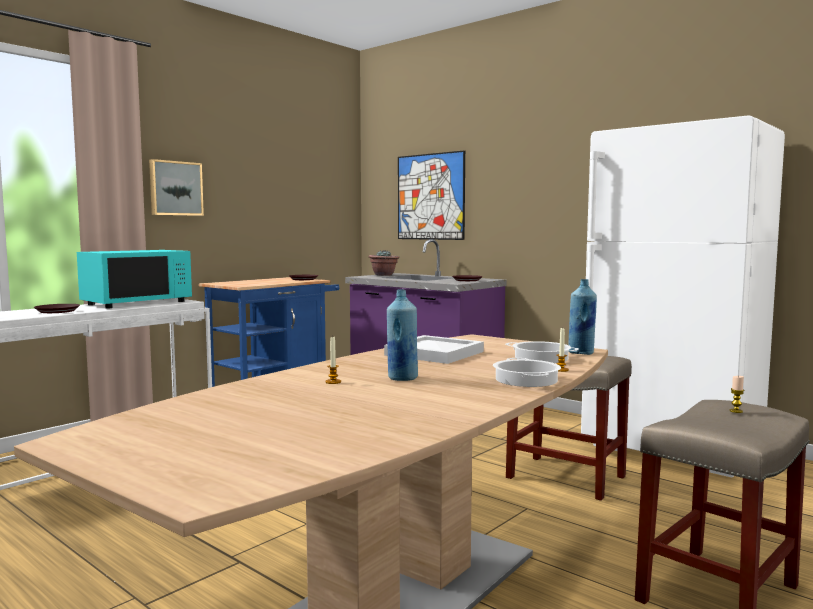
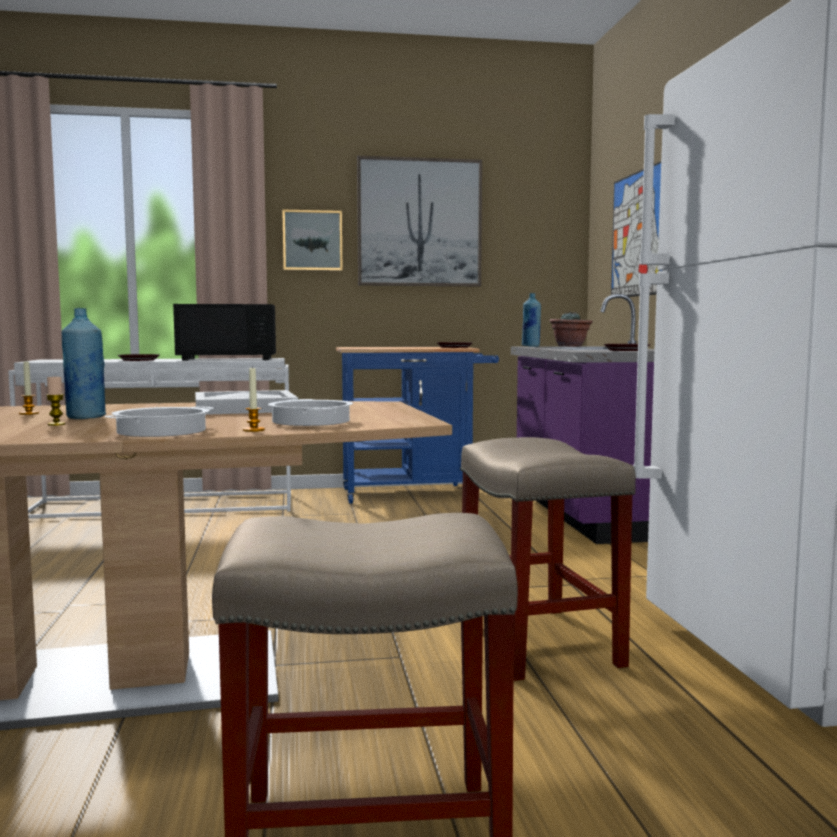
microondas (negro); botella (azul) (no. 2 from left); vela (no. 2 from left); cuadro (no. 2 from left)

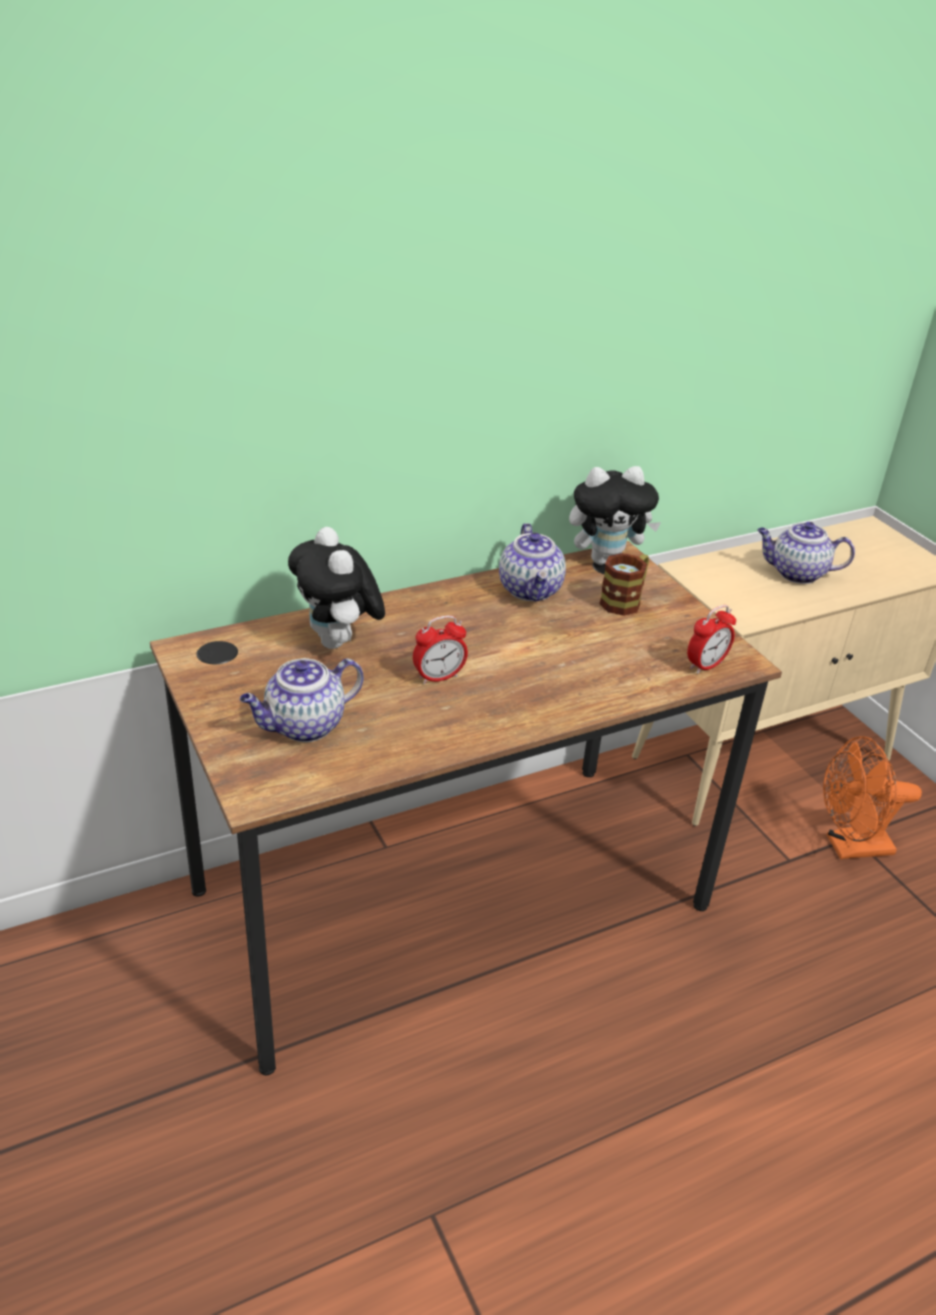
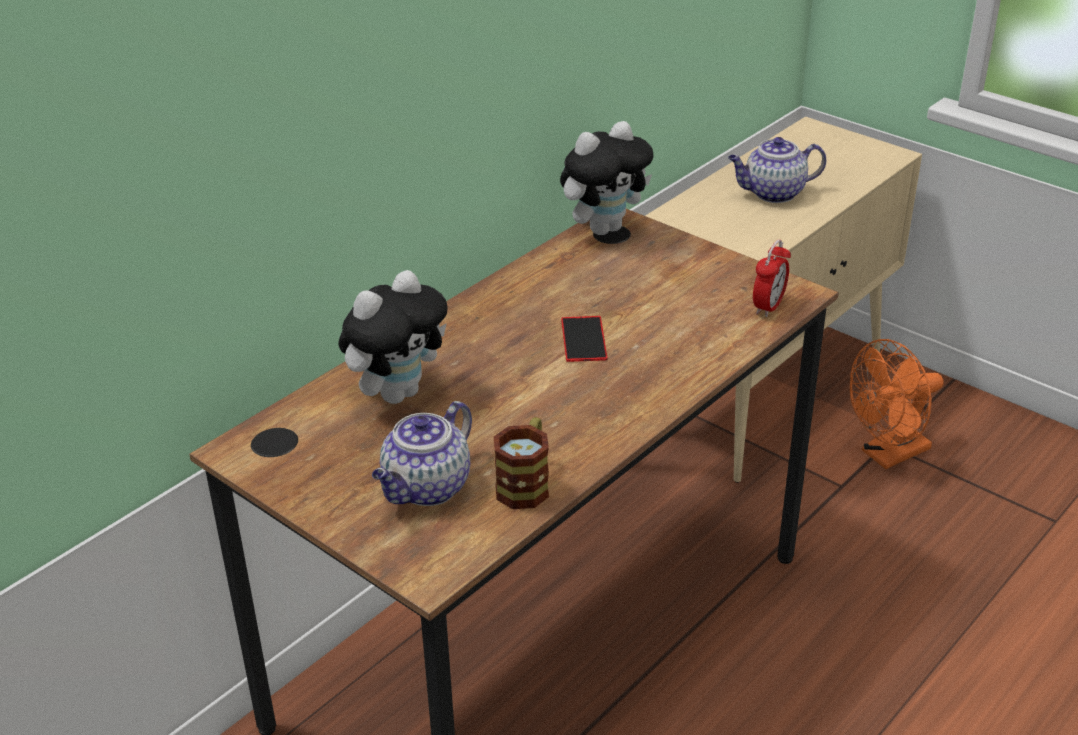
tetera (no. 2 from left in the first image); peluche (no. 1 from left); taza grande; despertador (no. 1 from left in the first image); móvil

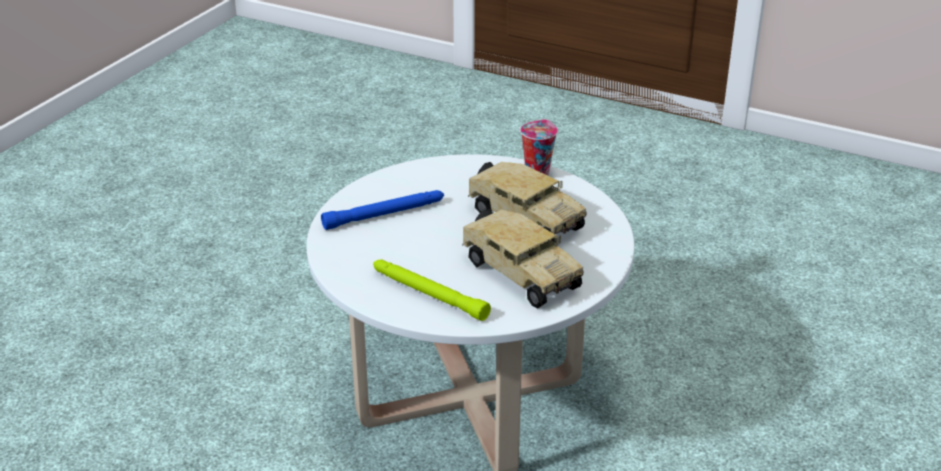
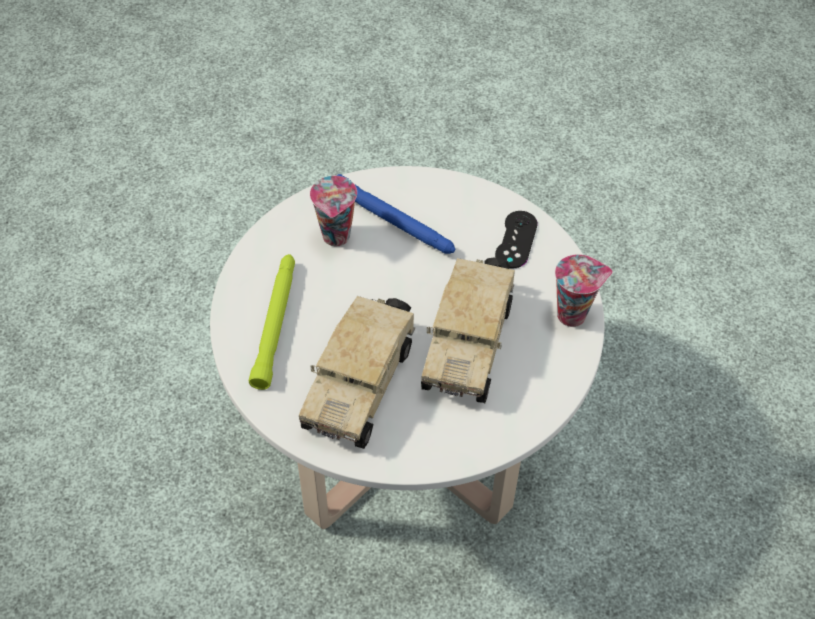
taza (no. 1 from left); mando de consola (negro)

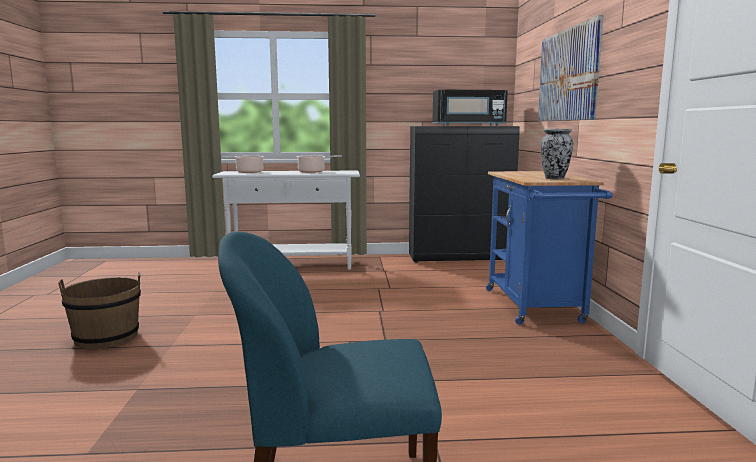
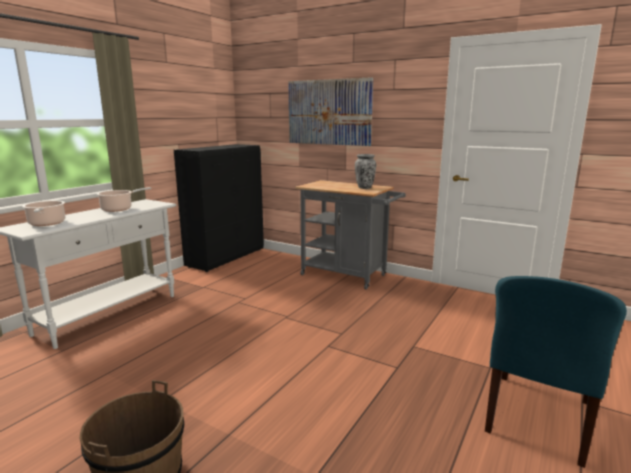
microondas (negro); carrito (gris)

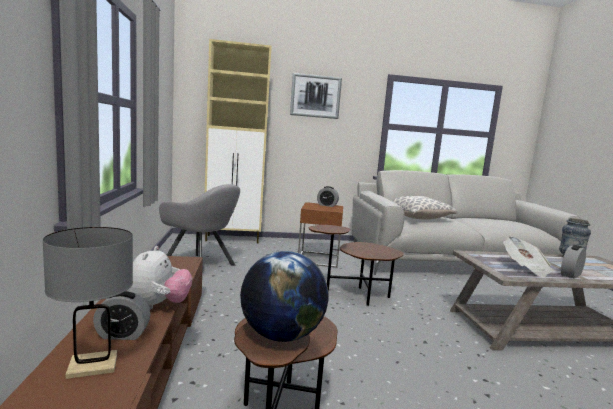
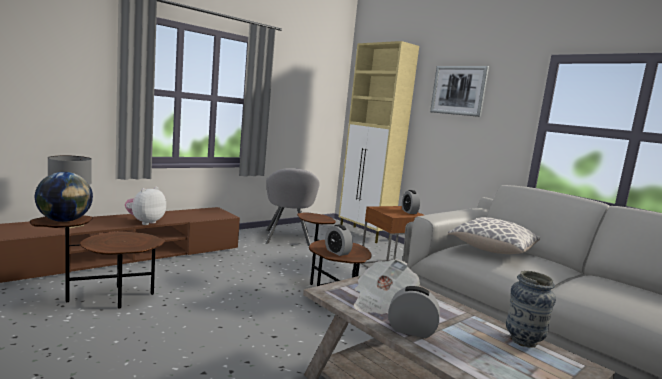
peluche; despertador (no. 1 from left)

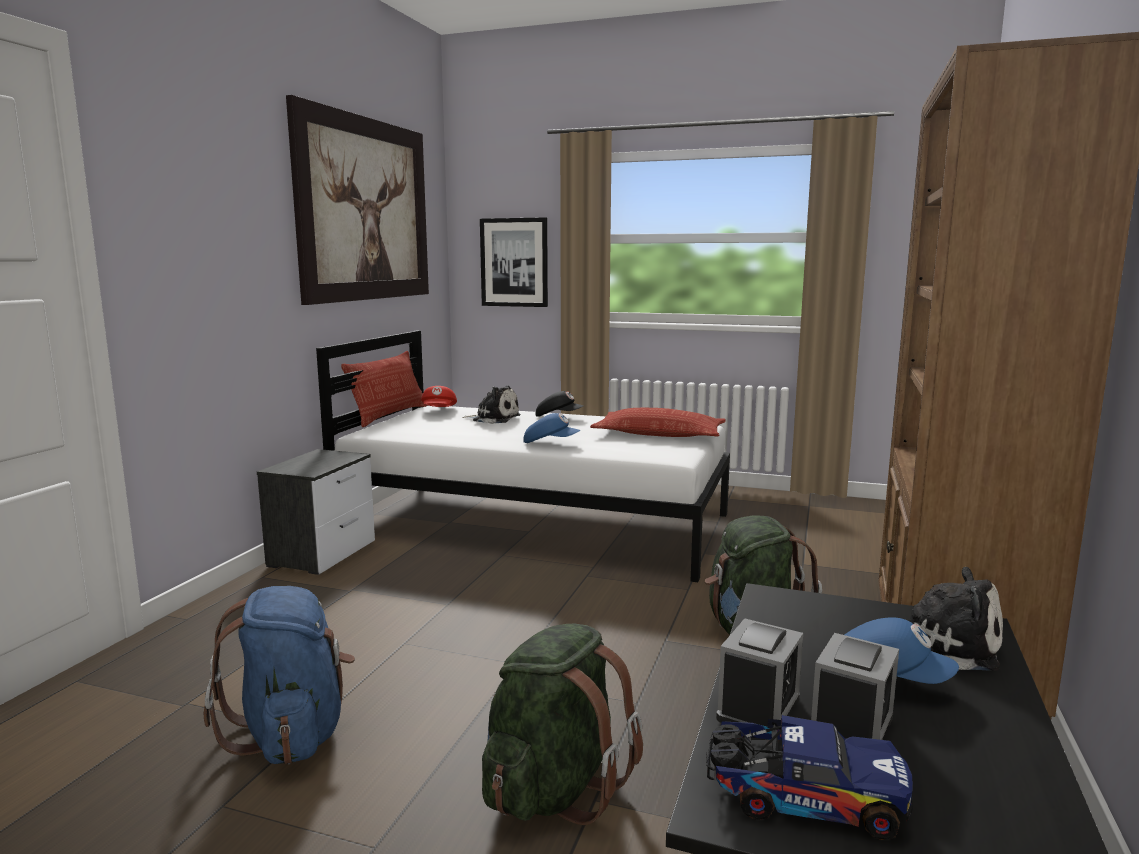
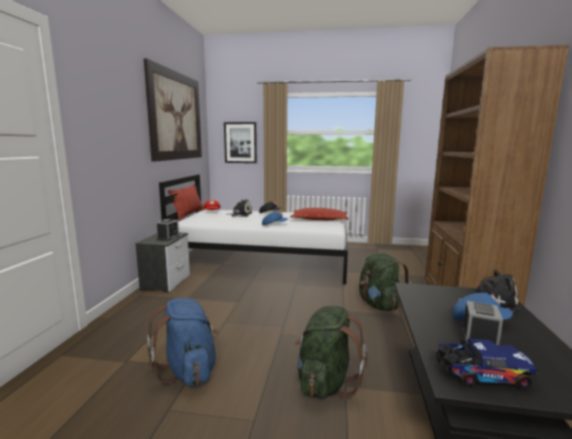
despertador (no. 1 from left)

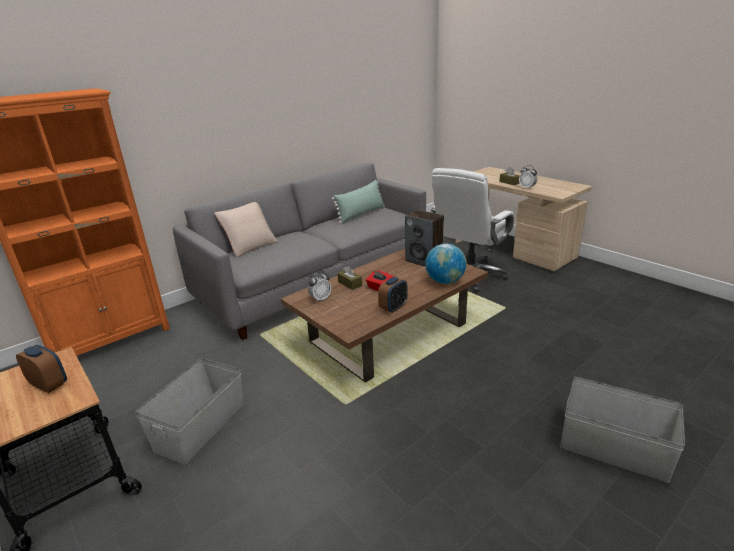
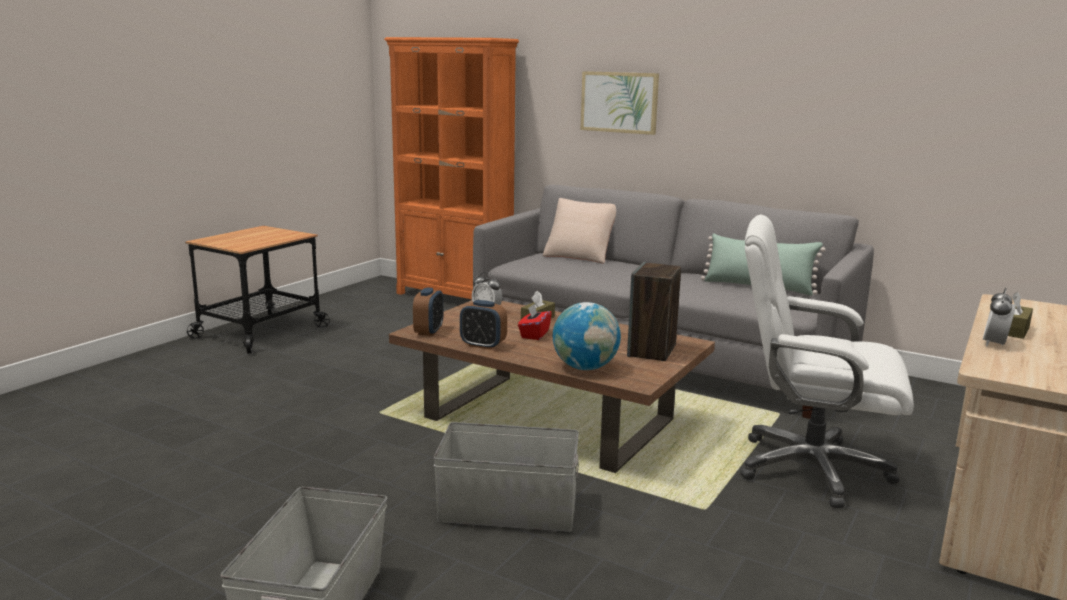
despertador (no. 1 from left); caja de almacenaje (gris) (no. 2 from left); cuadro

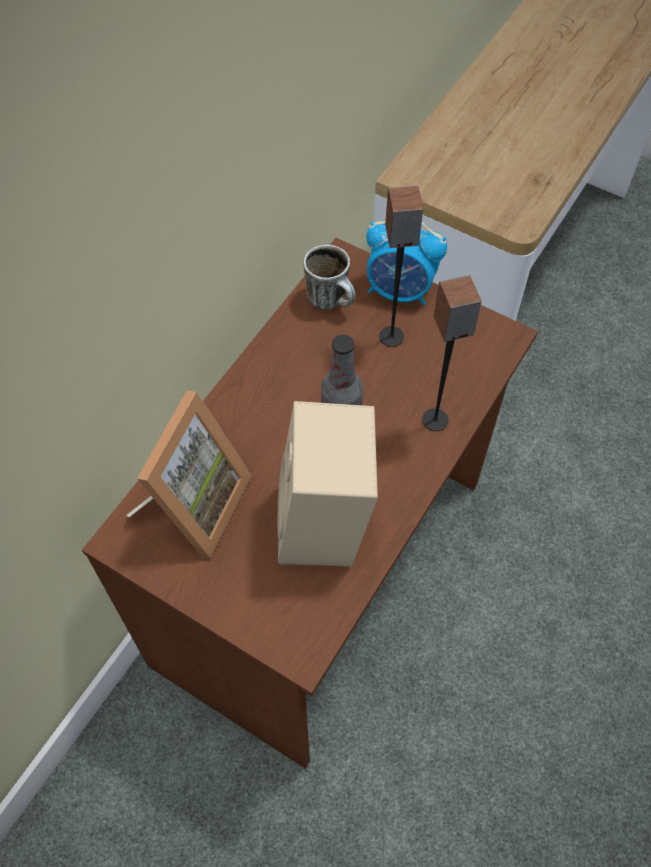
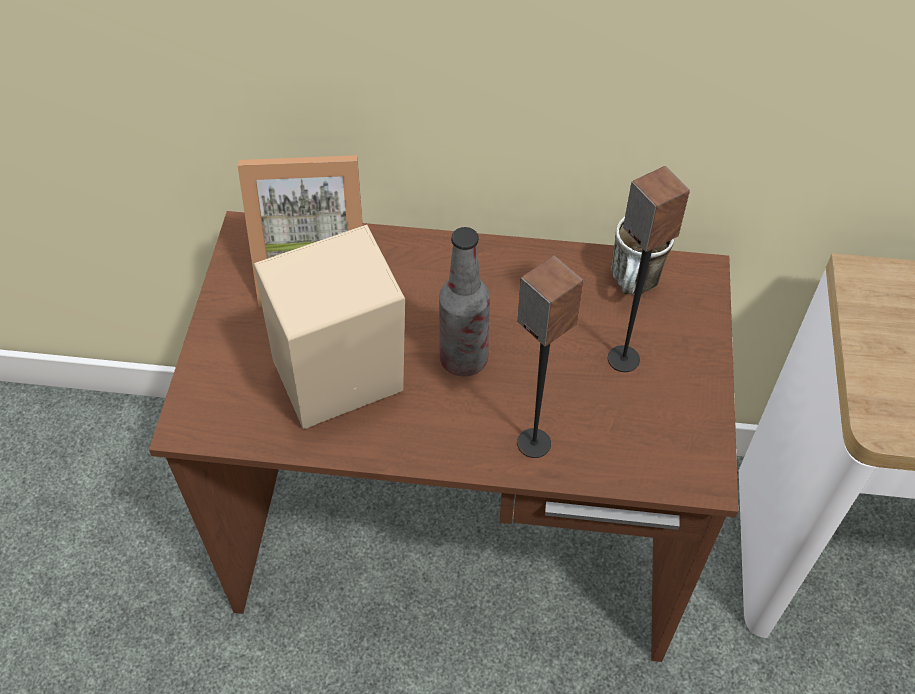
despertador

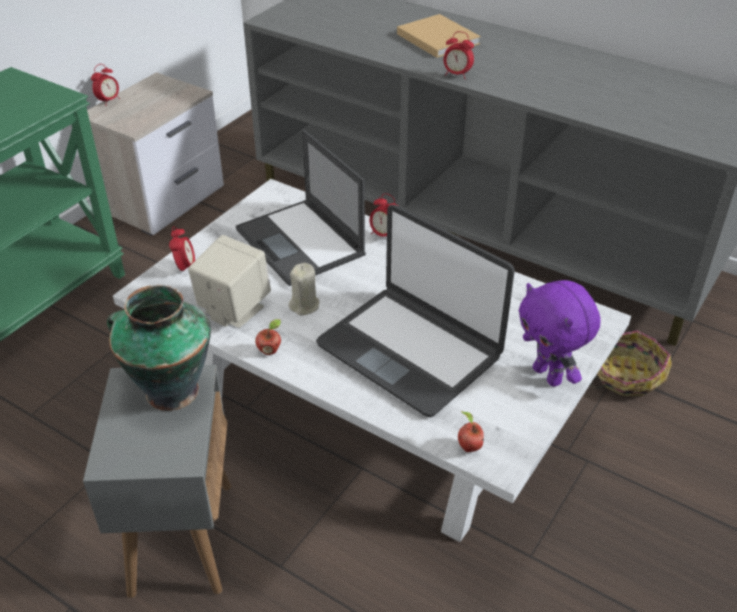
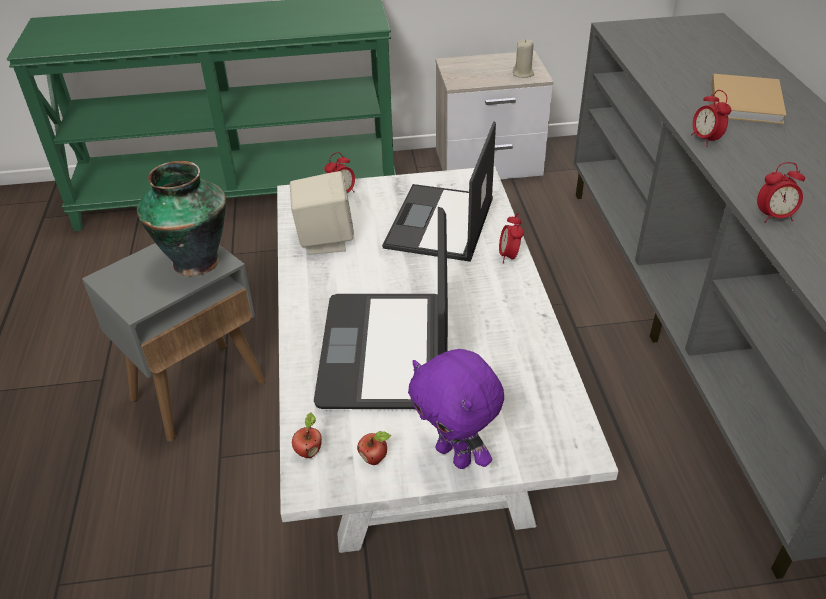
despertador (no. 4 from left); vela (beis); peluche (morado); manzana (no. 2 from left); cesta

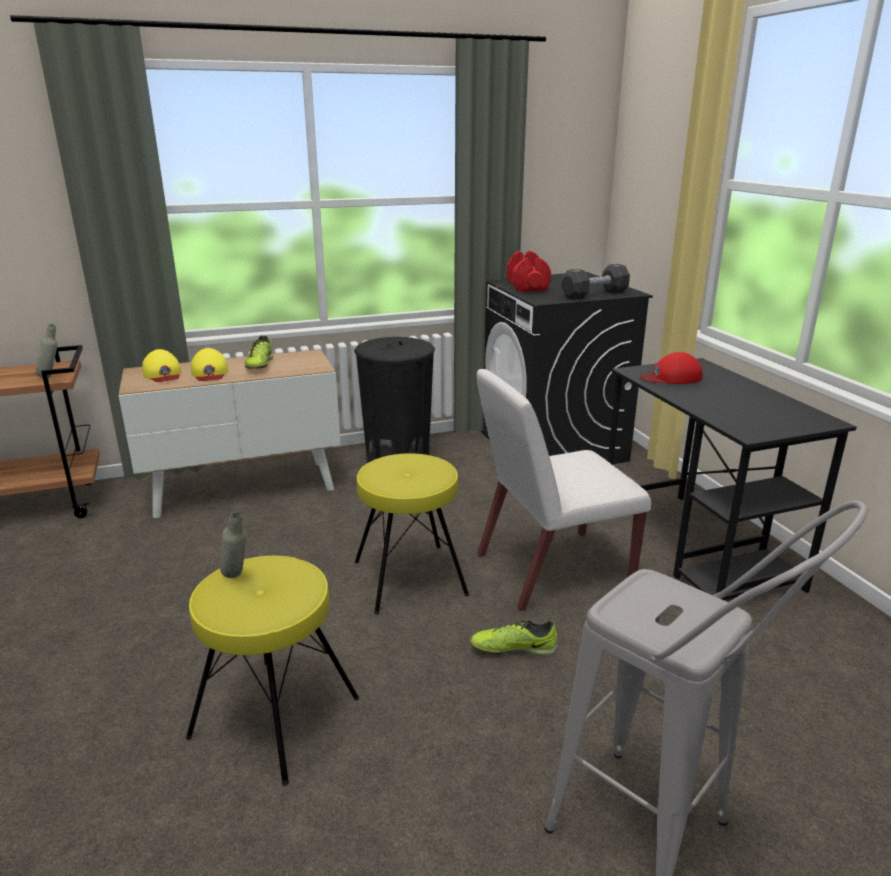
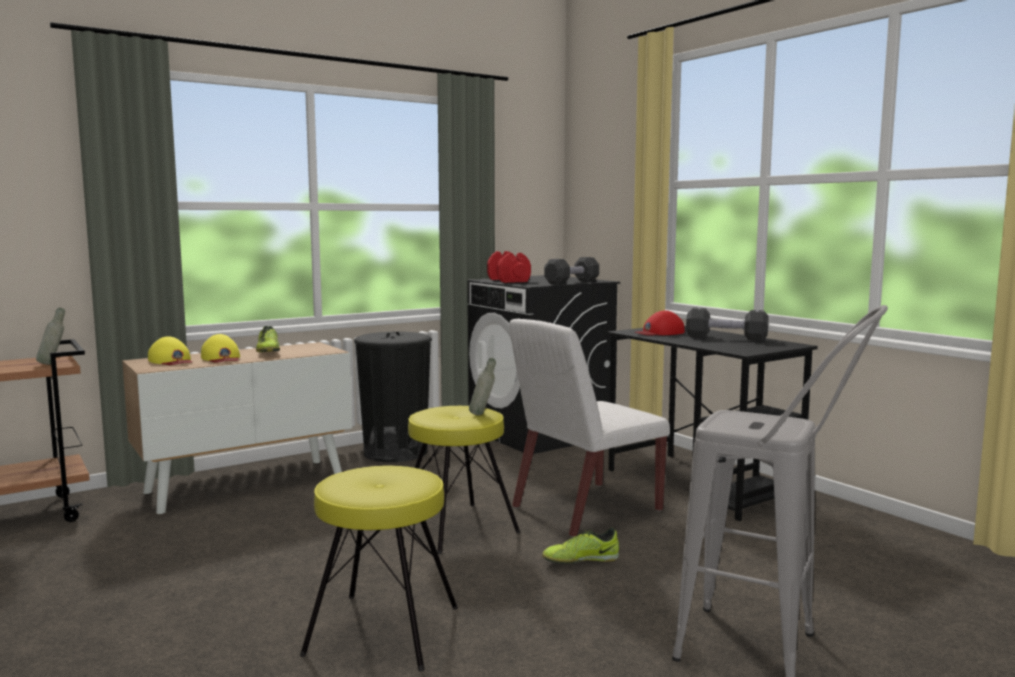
botella (gris) (no. 2 from left); mancuerna (negro) (no. 2 from left)

